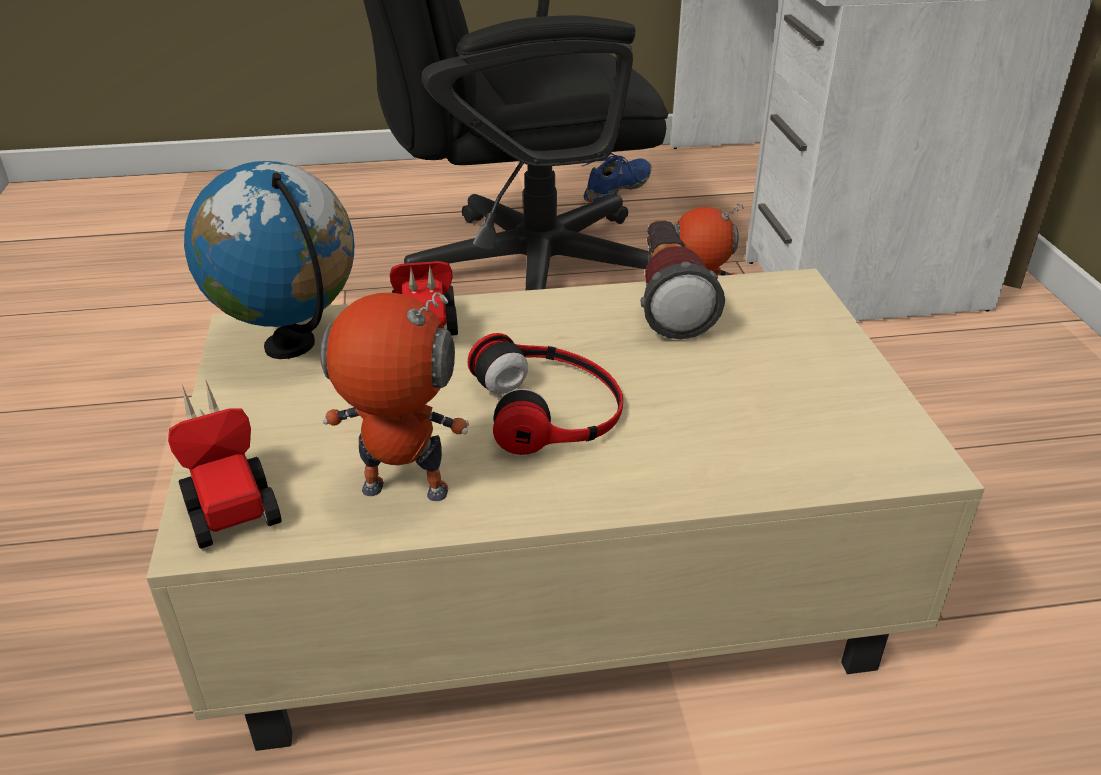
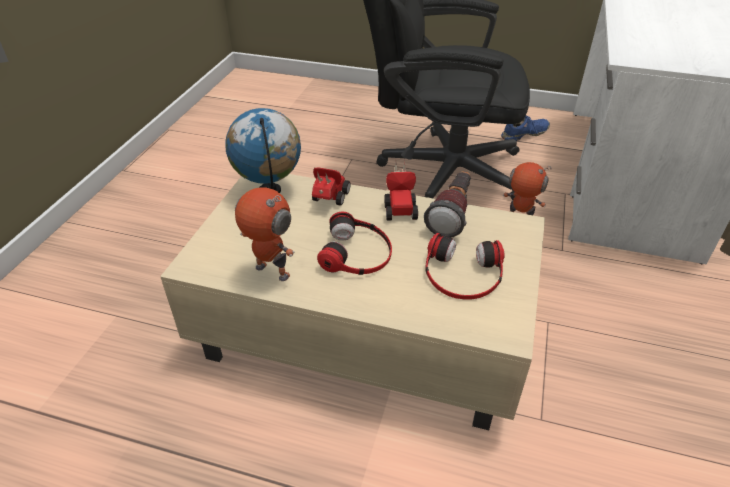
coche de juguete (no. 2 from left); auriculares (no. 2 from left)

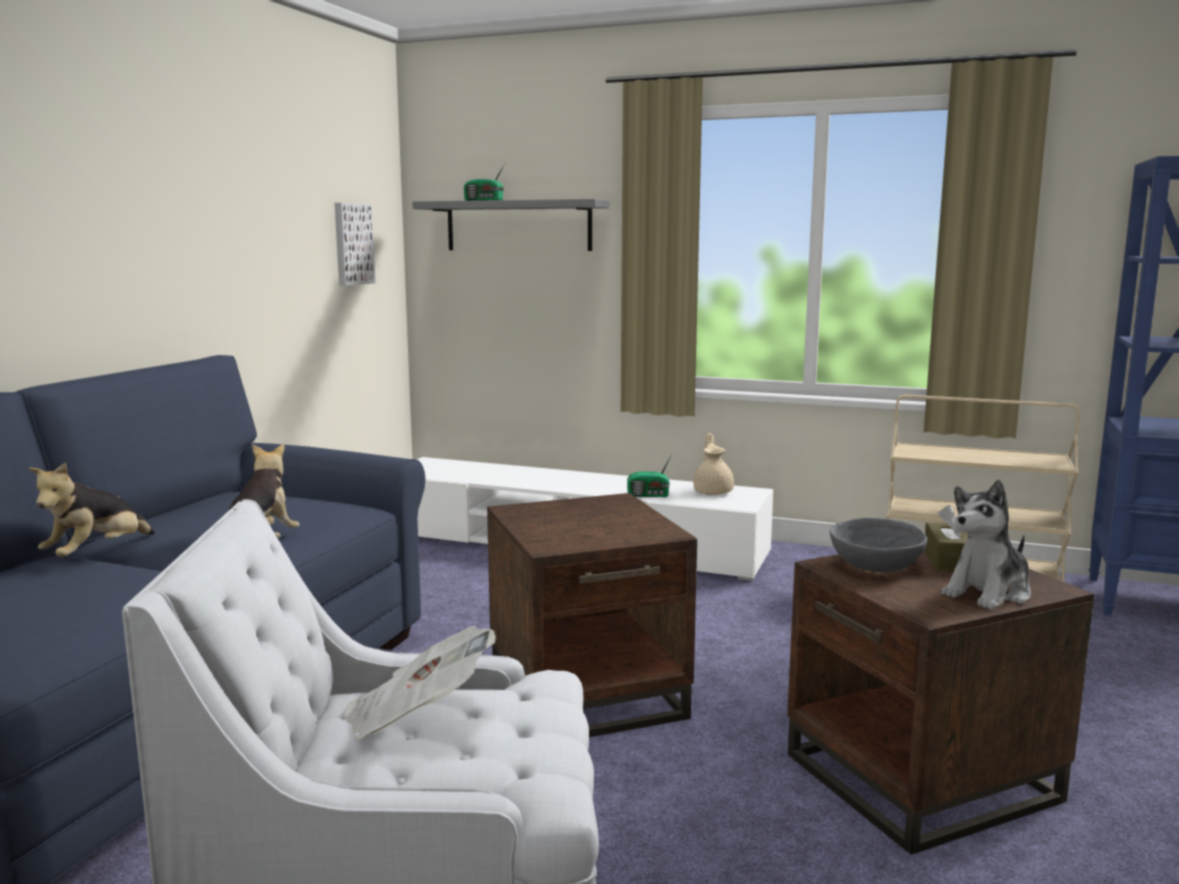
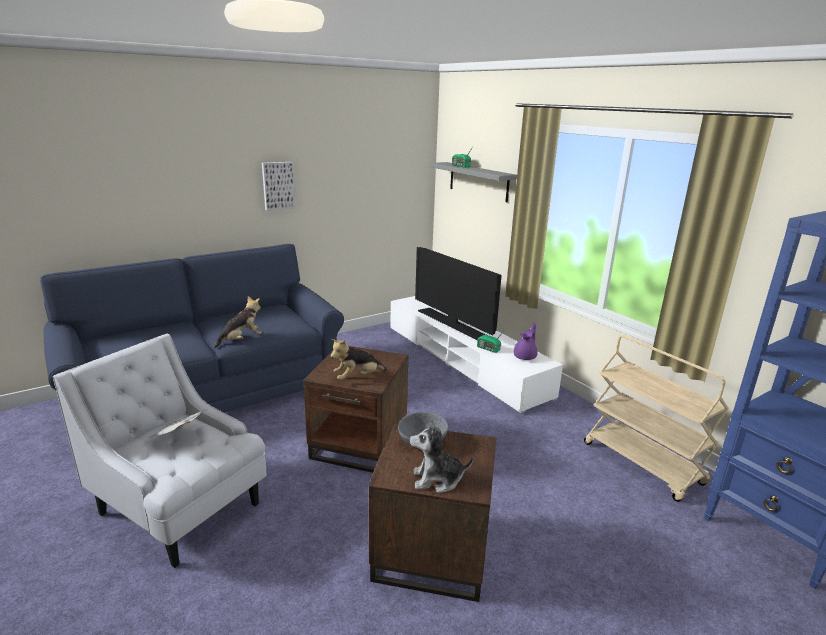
cuadro; tetera (morado); peluche (no. 2 from left); caja de pañuelos (marrón); televisor

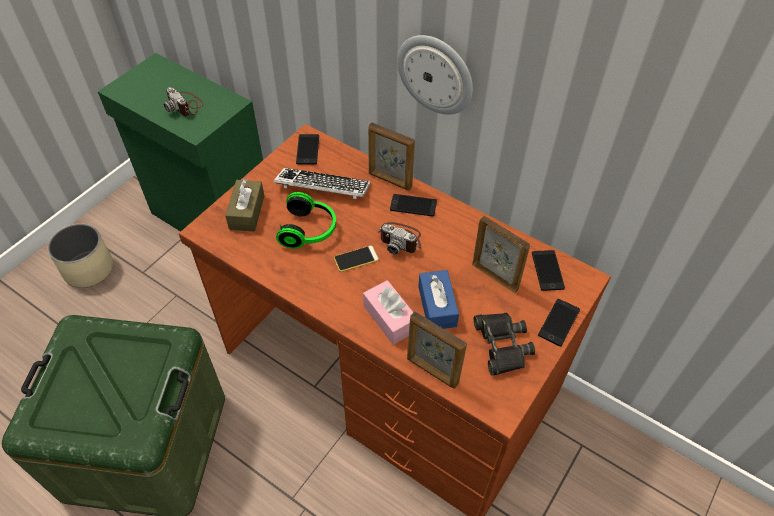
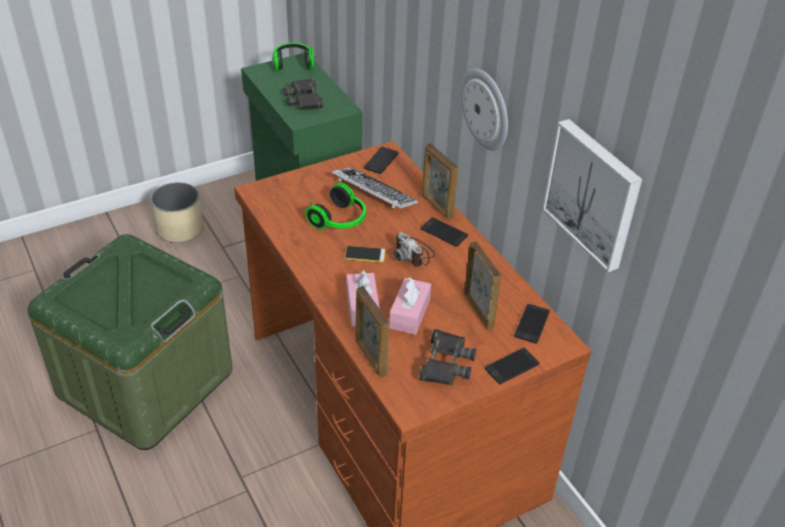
prismáticos (negro) (no. 1 from left); caja de pañuelos (marrón); caja de pañuelos (rosa) (no. 2 from left); auriculares (no. 1 from left); cuadro

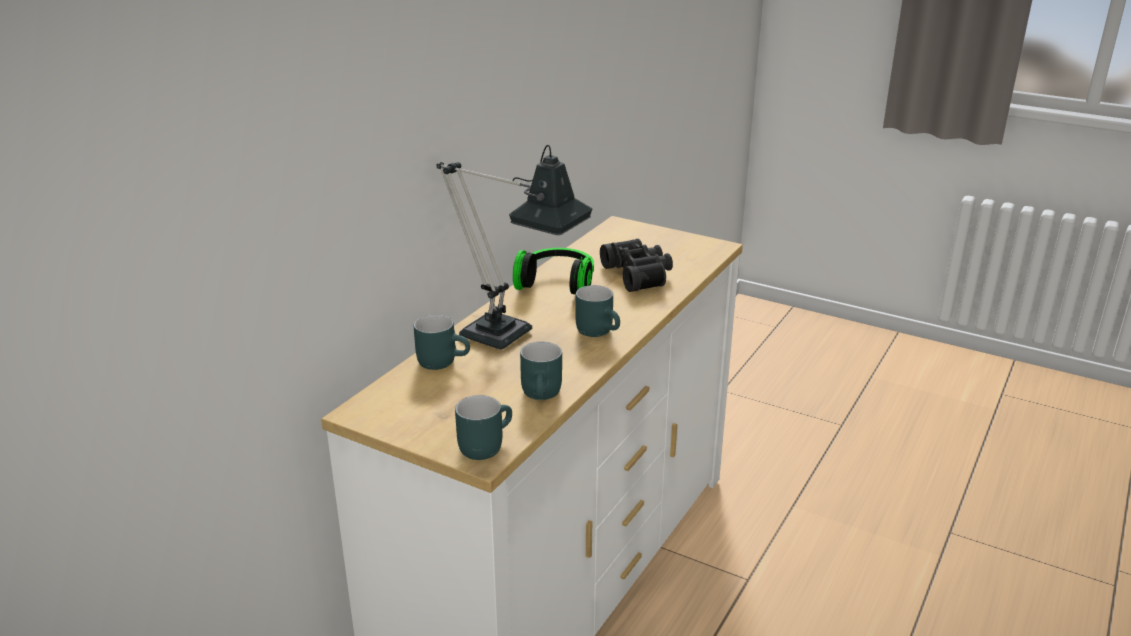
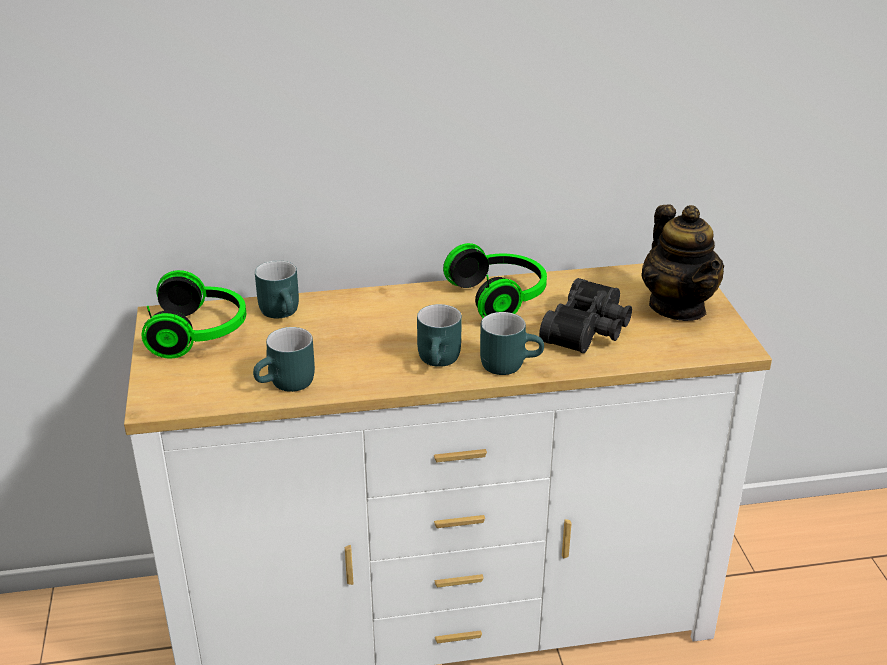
lámpara de mesa; taza grande (turquesa) (no. 4 from left); tetera; auriculares (no. 1 from left)

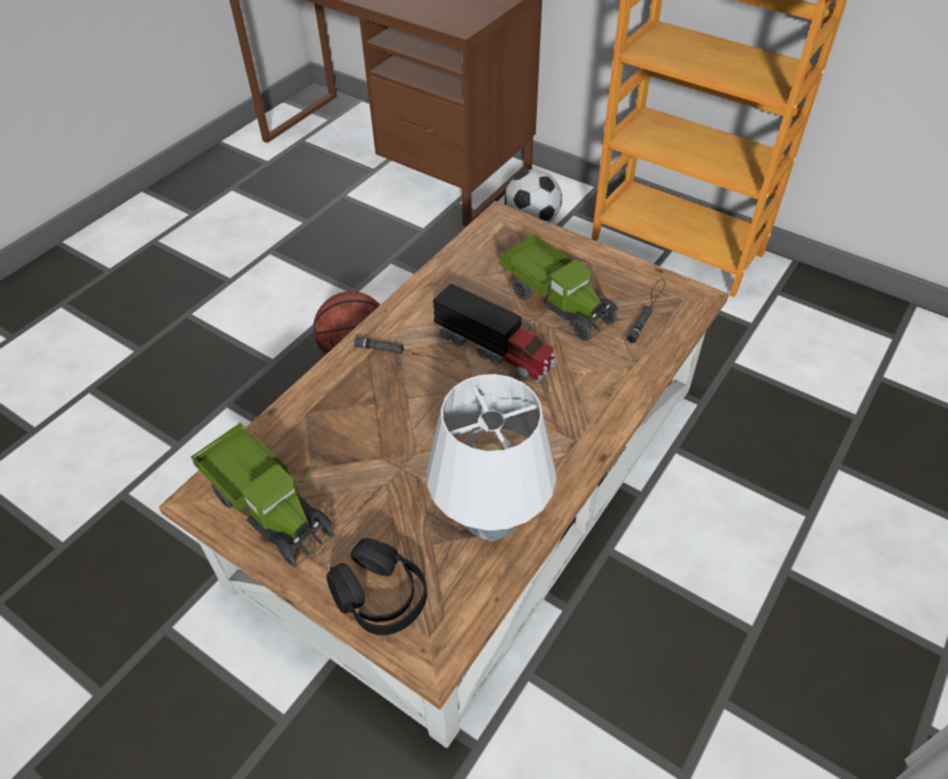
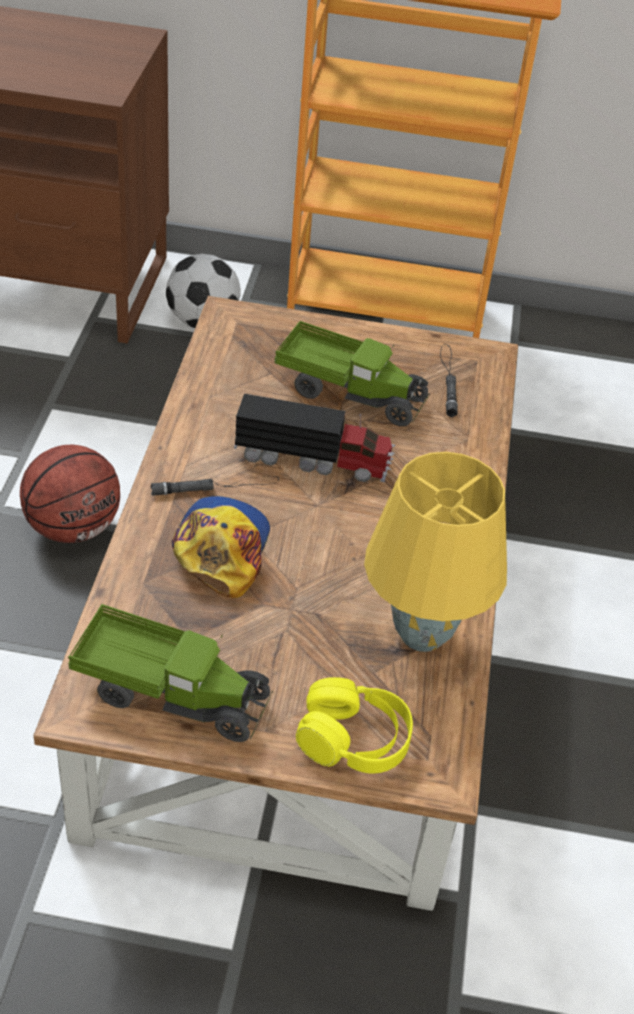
lámpara de mesa (amarillo); auriculares (amarillo); gorra

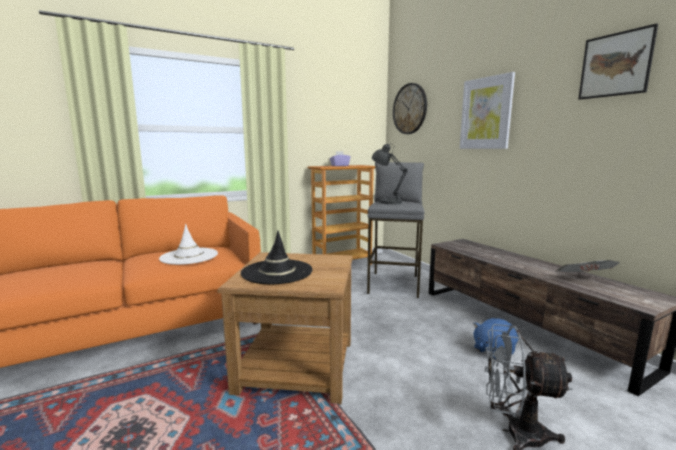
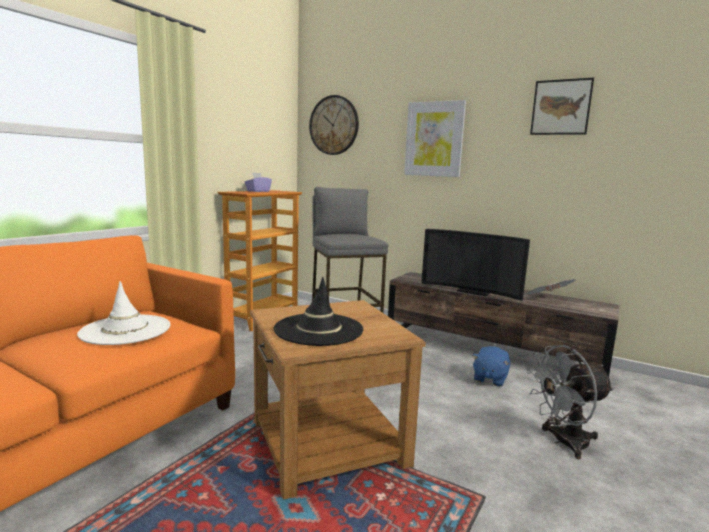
lámpara de mesa (gris); televisor

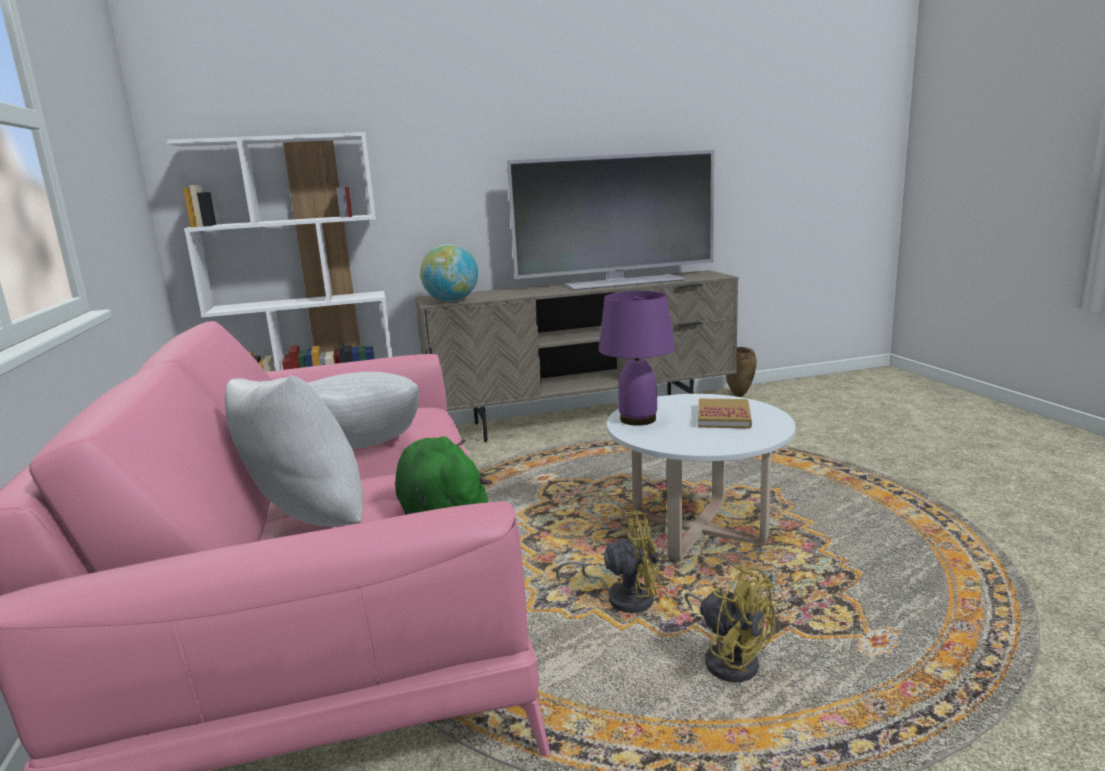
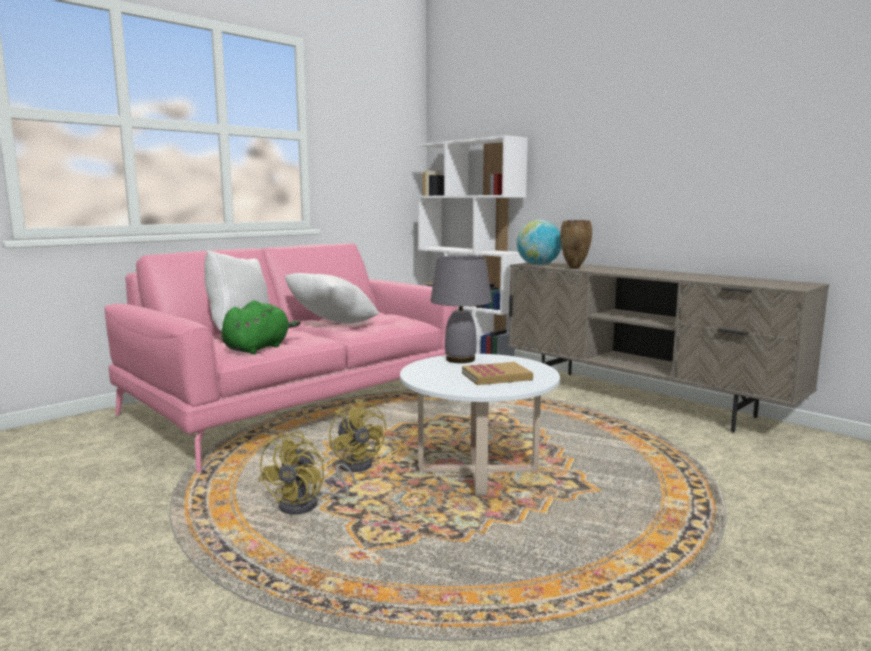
televisor; lámpara de mesa (gris); florero (marrón)

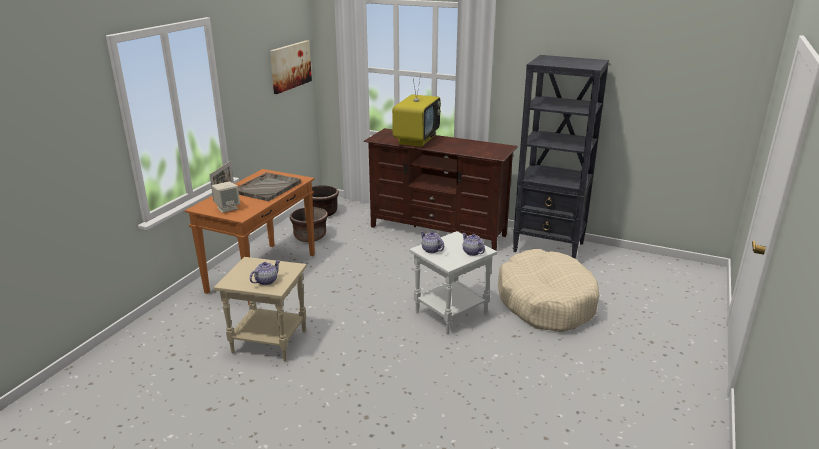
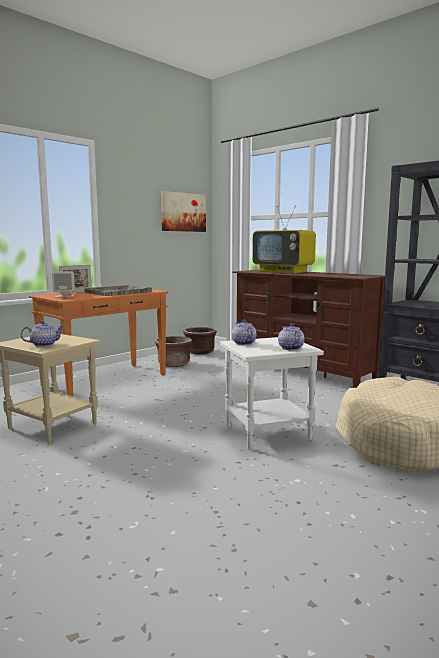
televisor

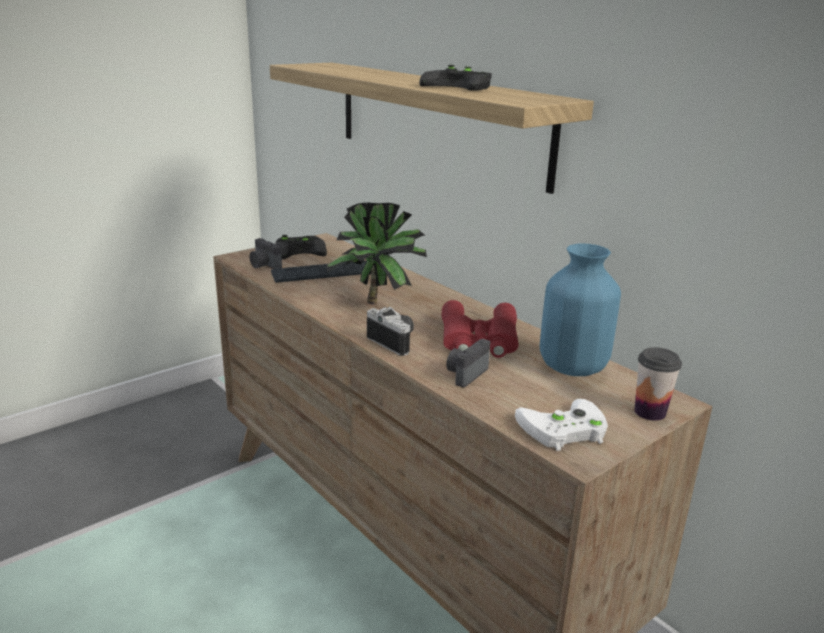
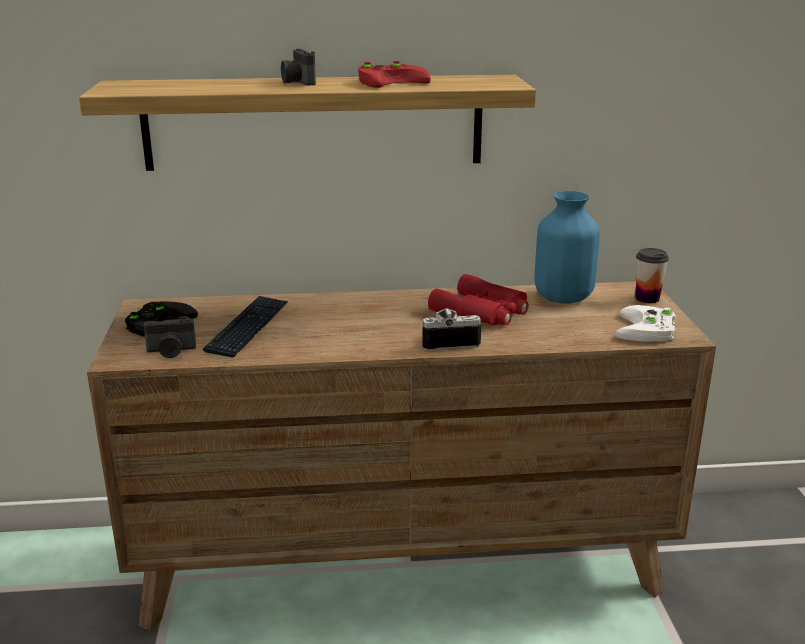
mando de consola (rojo); planta en maceta; cámara (no. 2 from left)

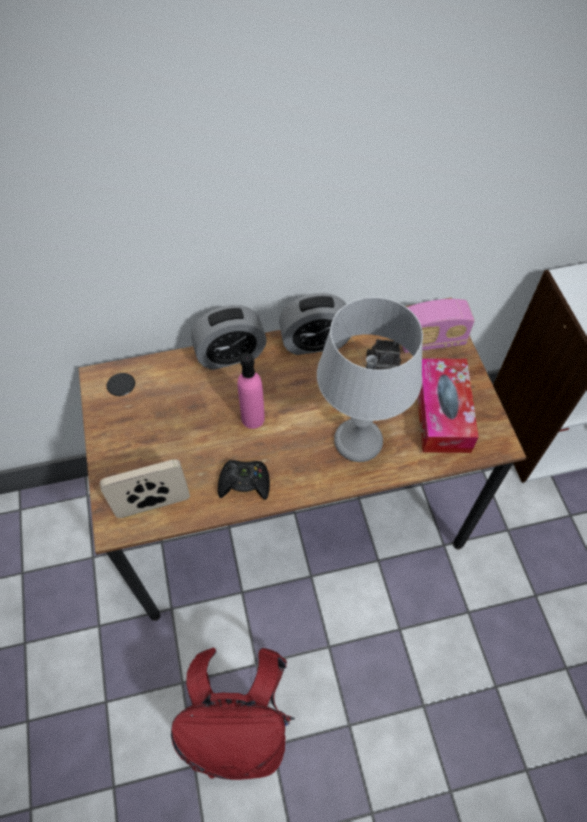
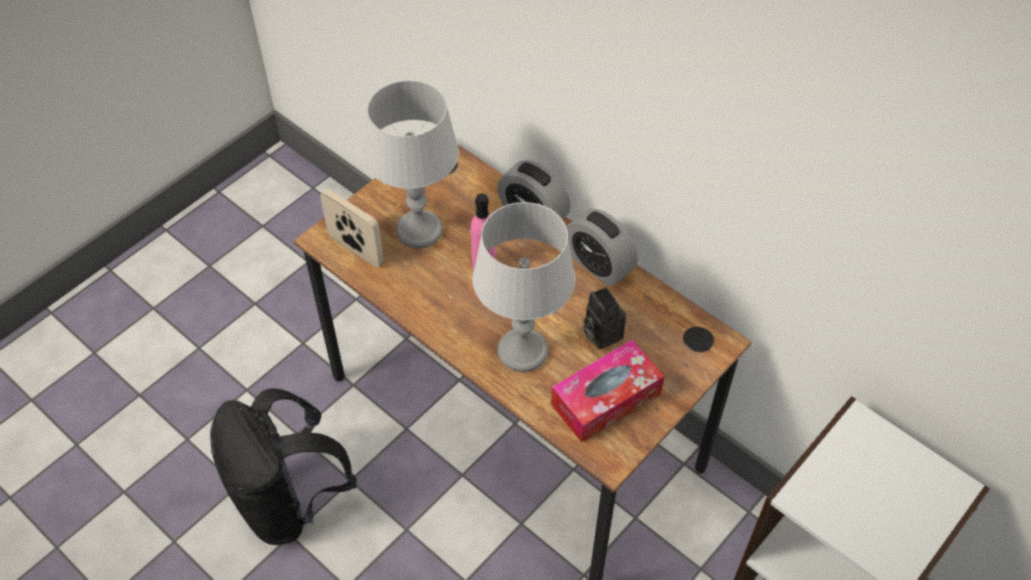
radio; mando de consola (negro); mochila (negro); lámpara de mesa (gris) (no. 1 from left)

